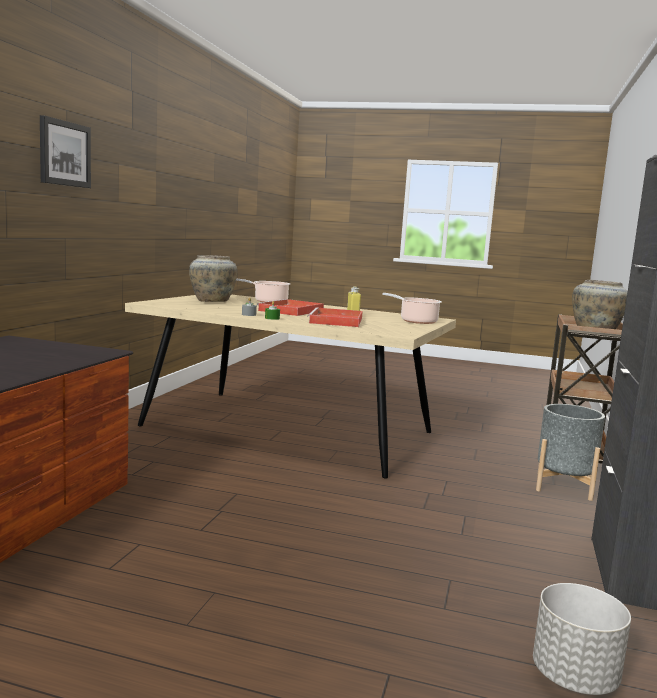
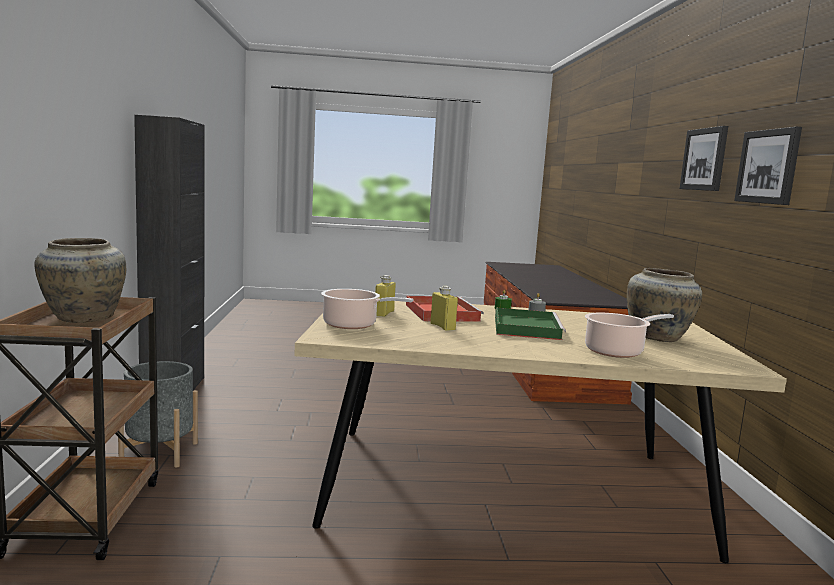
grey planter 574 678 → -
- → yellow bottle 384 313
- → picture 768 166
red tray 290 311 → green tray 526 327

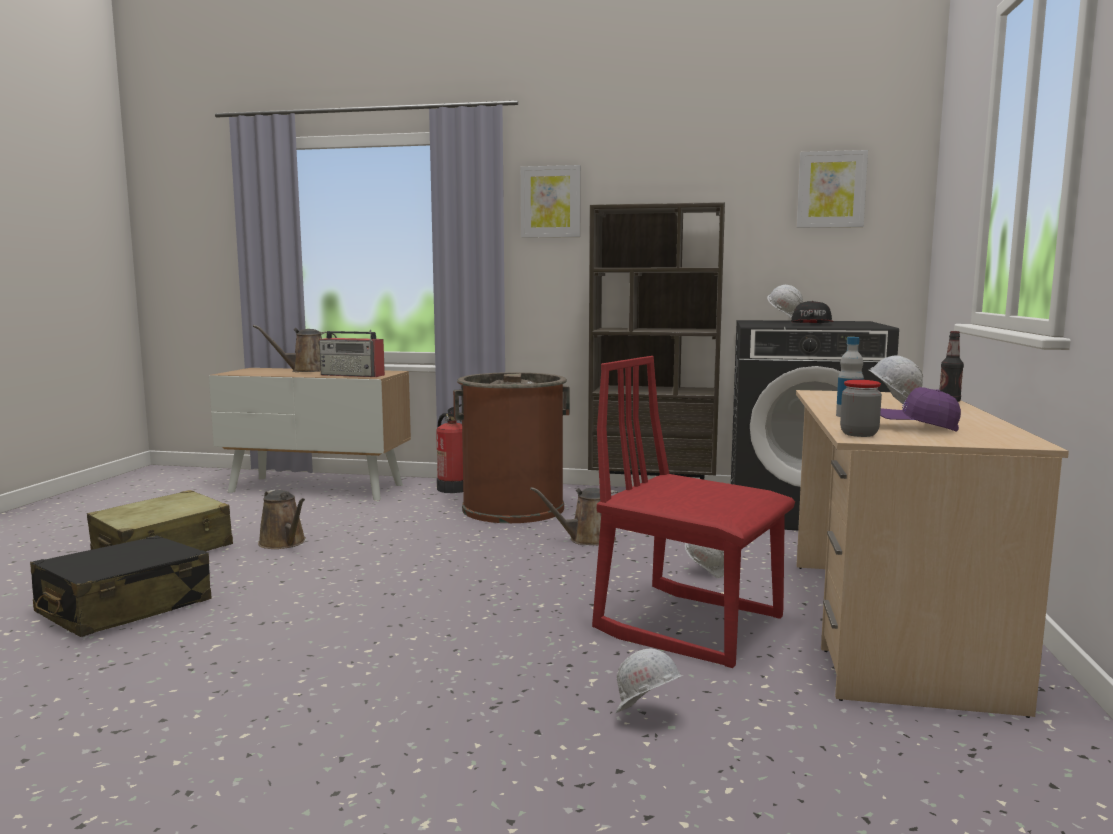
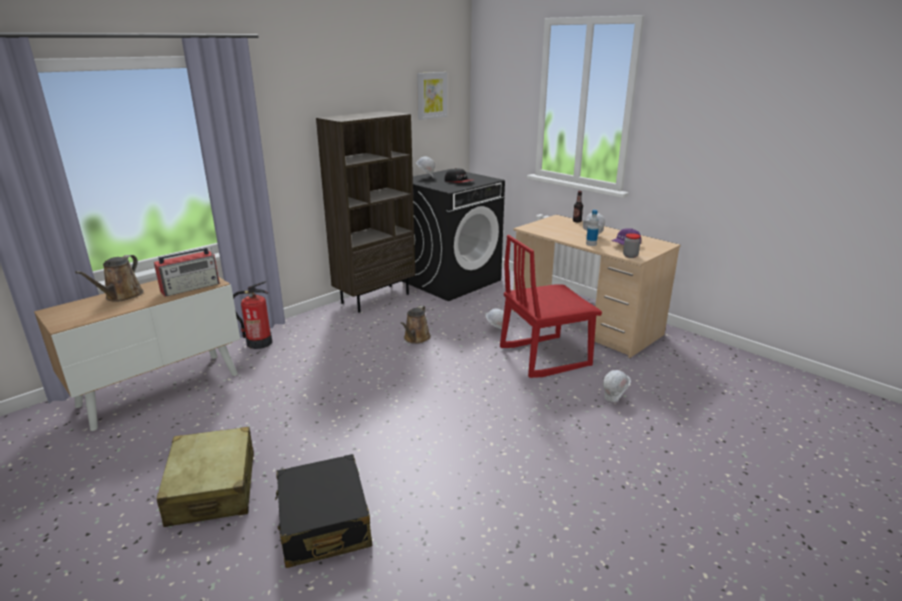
brown watering can 284 543 → -
brown trash can 513 508 → -
picture 551 202 → -

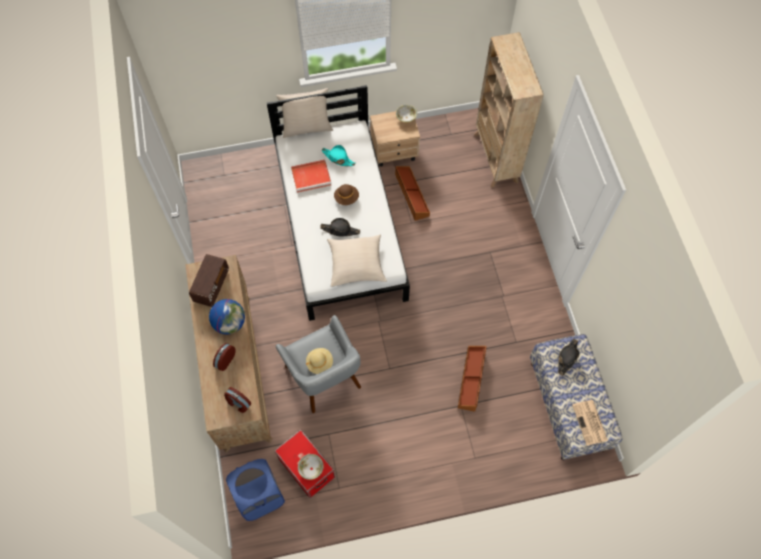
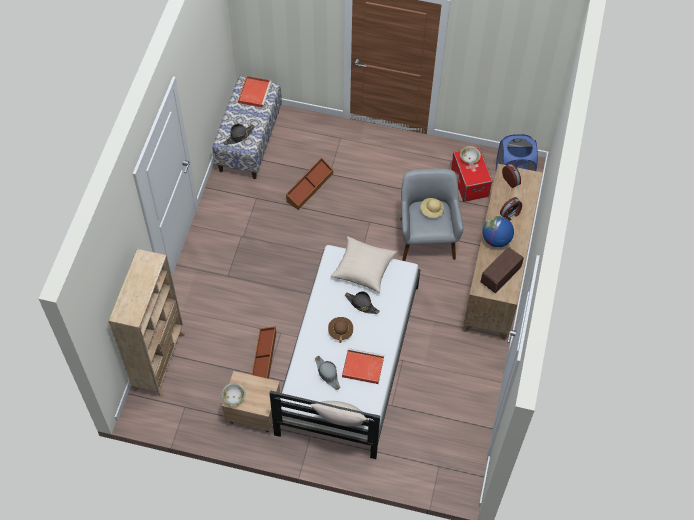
newspaper 590 423 → red tray 254 92
turquoise hat 338 158 → grey hat 327 374

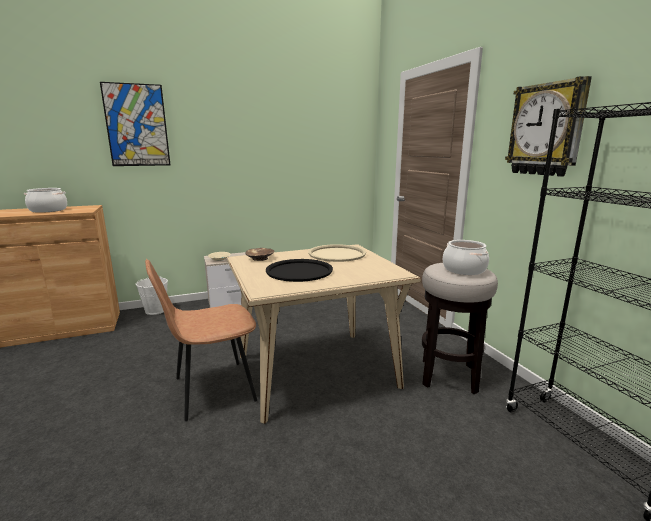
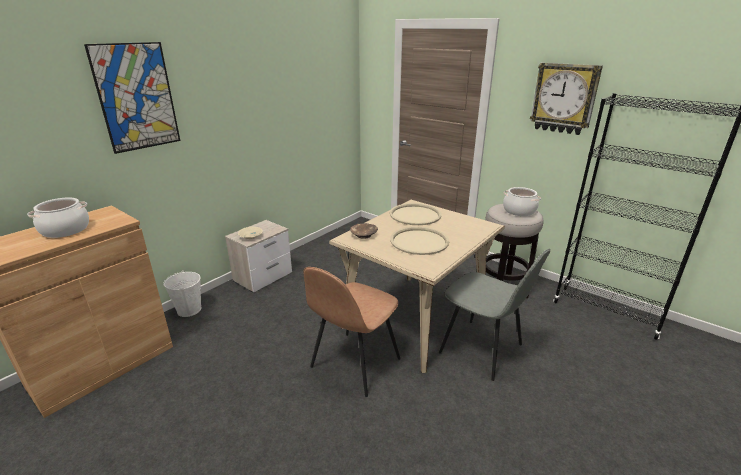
- → grey chair 483 350
black tray 299 271 → beige tray 419 241

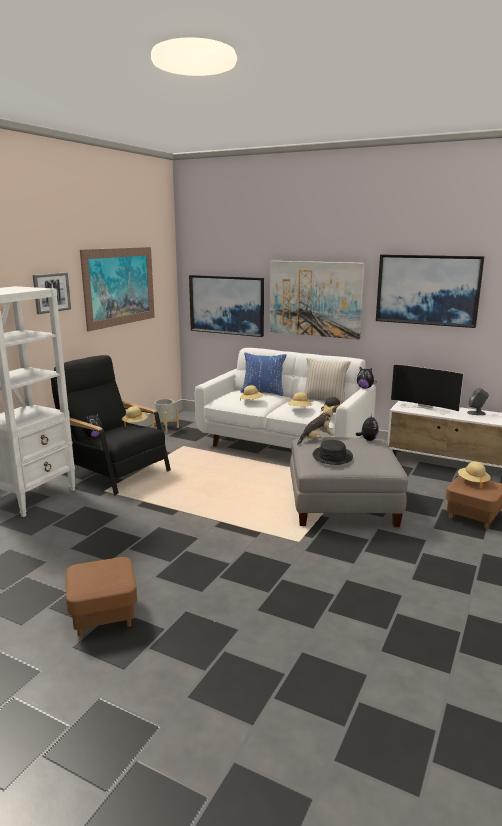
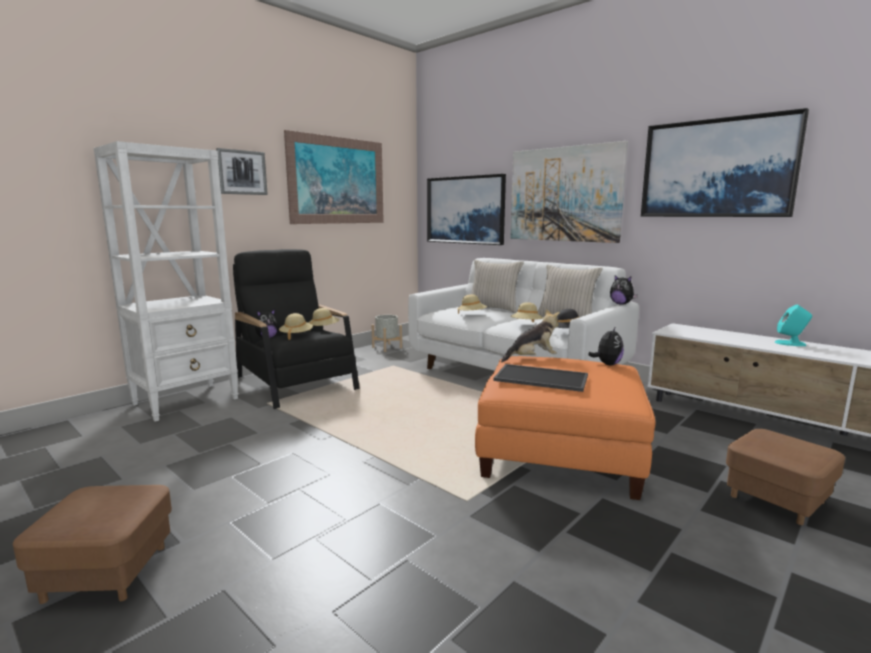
television 425 408 → -
beige hat 473 482 → beige hat 296 336, moved
black hat 332 456 → tray 540 378
blue pillow 263 392 → beige pillow 493 308
grey ottoman 342 503 → orange ottoman 559 453
grey speaker 476 413 → turquoise speaker 790 343

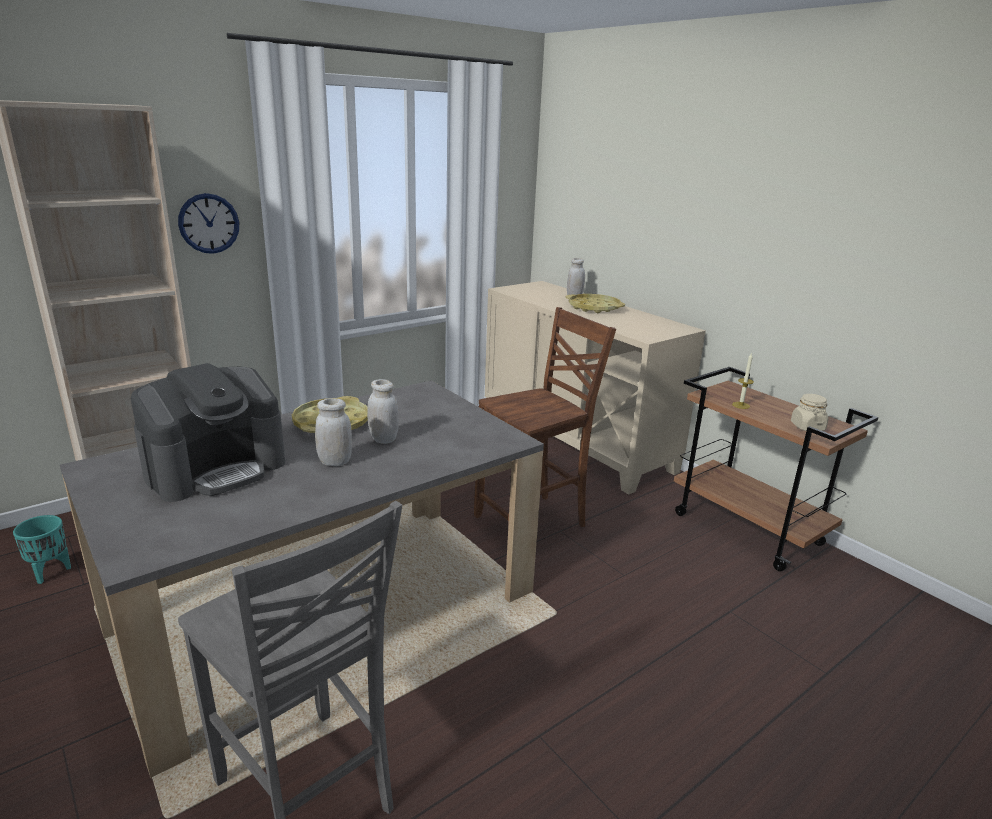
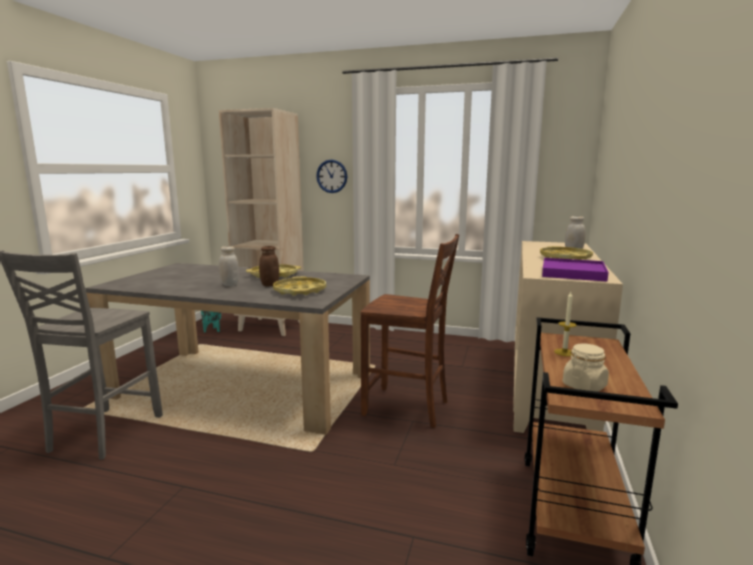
coffee machine 216 468 → -
- → yellow tray 300 291
- → purple tray 573 273
white jar 383 439 → brown jar 270 285

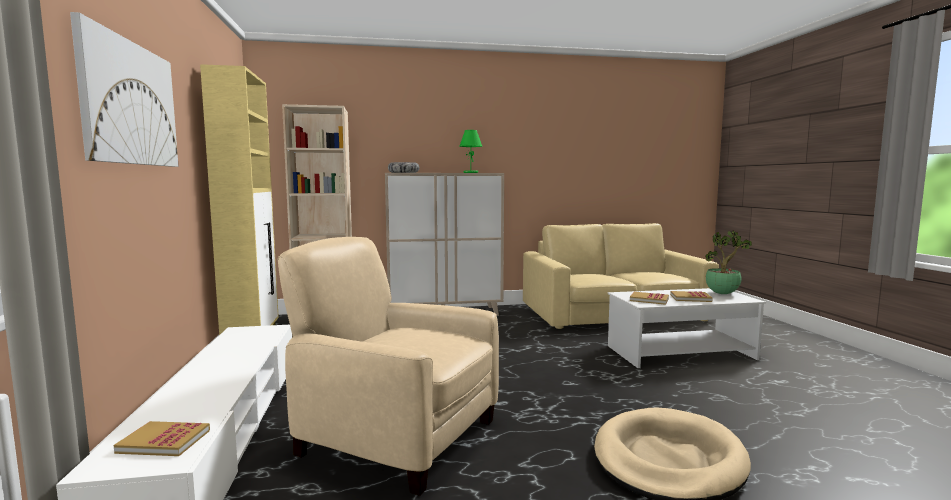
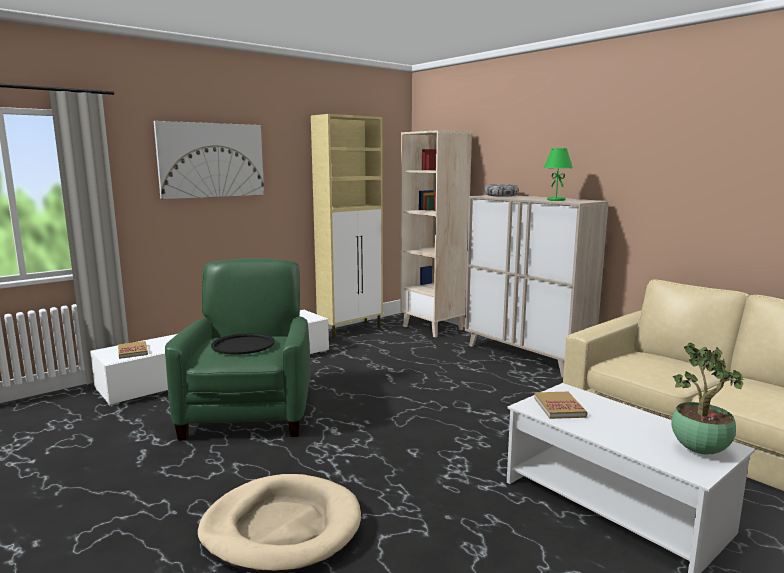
book 690 298 → -
- → black tray 243 345
beige armchair 397 436 → green armchair 249 412

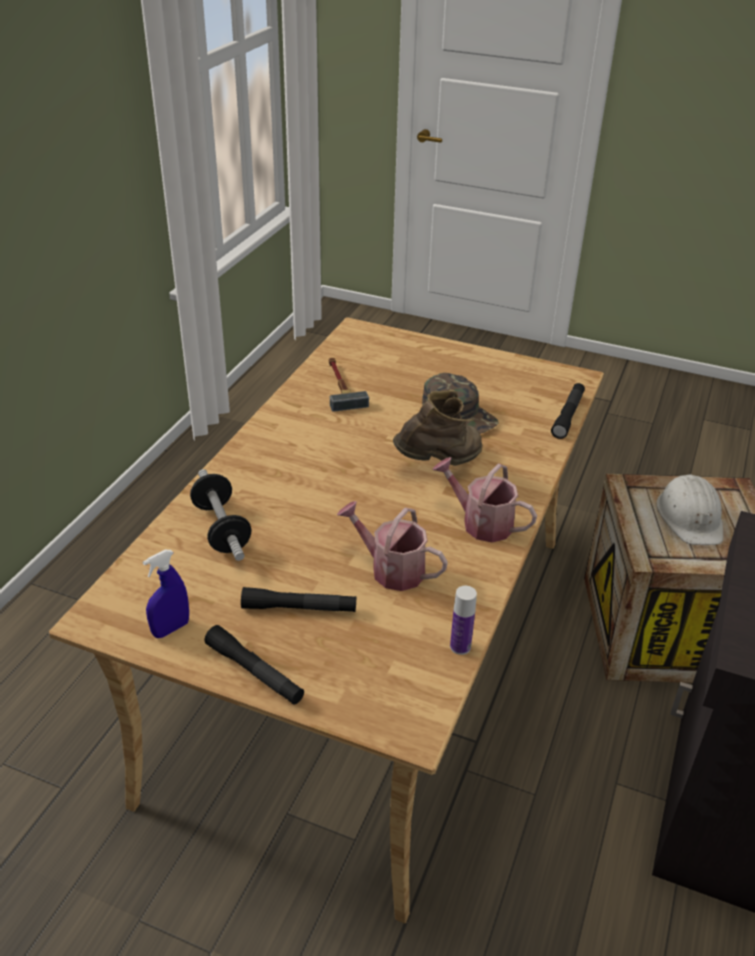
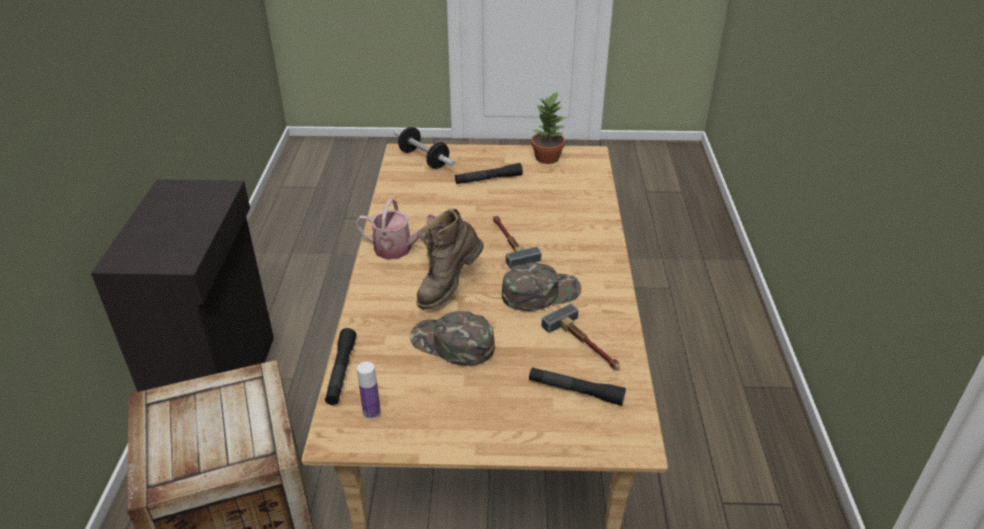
watering can 391 569 → -
white hard hat 690 517 → -
- → hammer 509 242
- → green cap 540 292
dumbbell 221 529 → dumbbell 424 159, moved
black flashlight 254 672 → black flashlight 576 391, moved
bottle 460 647 → bottle 371 412, moved
blue spray bottle 171 629 → potted plant 548 158

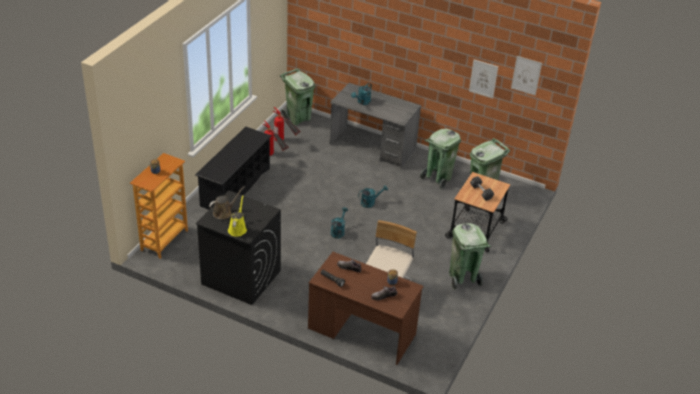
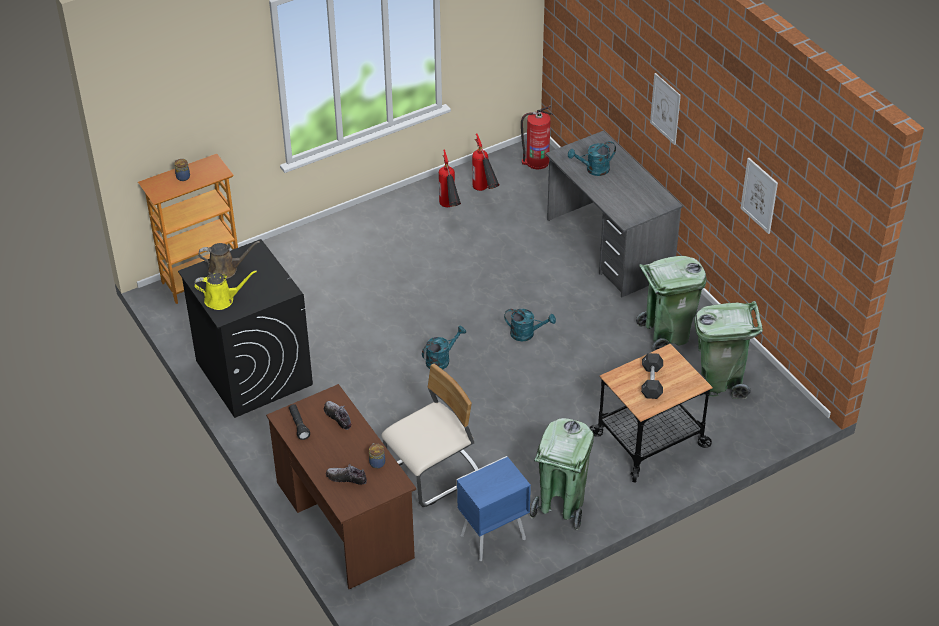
black shoe rack 235 187 → -
- → blue nightstand 491 537
picture 526 75 → picture 665 108, moved
green trash can 298 118 → fire extinguisher 536 162
yellow watering can 237 228 → yellow watering can 222 299, 45 degrees clockwise

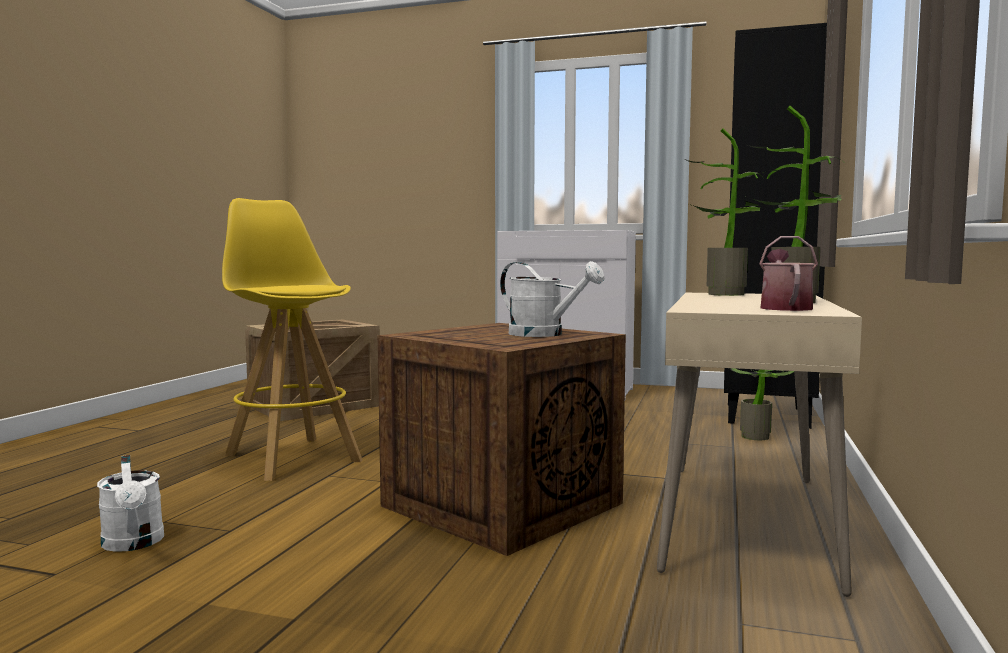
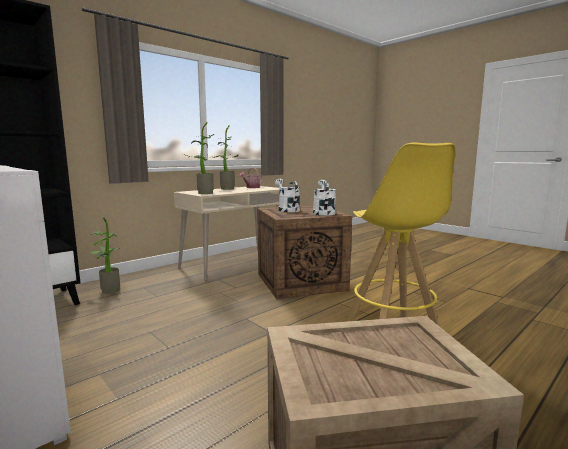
white watering can 134 544 → white watering can 323 212, moved

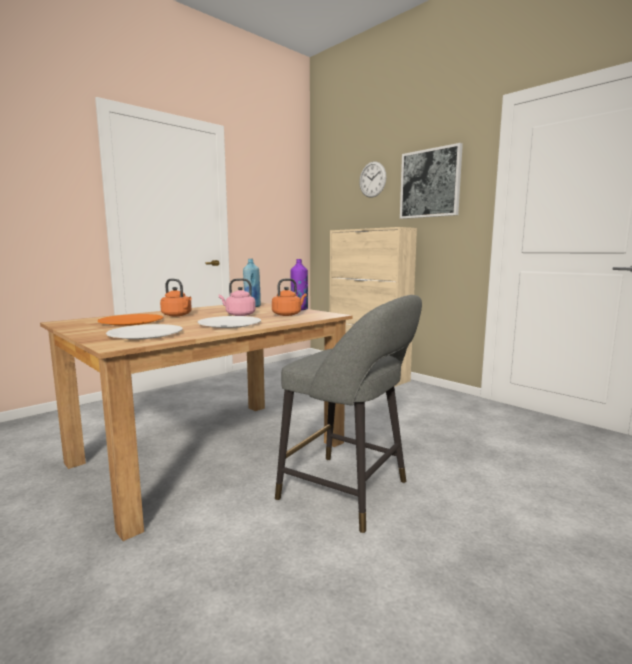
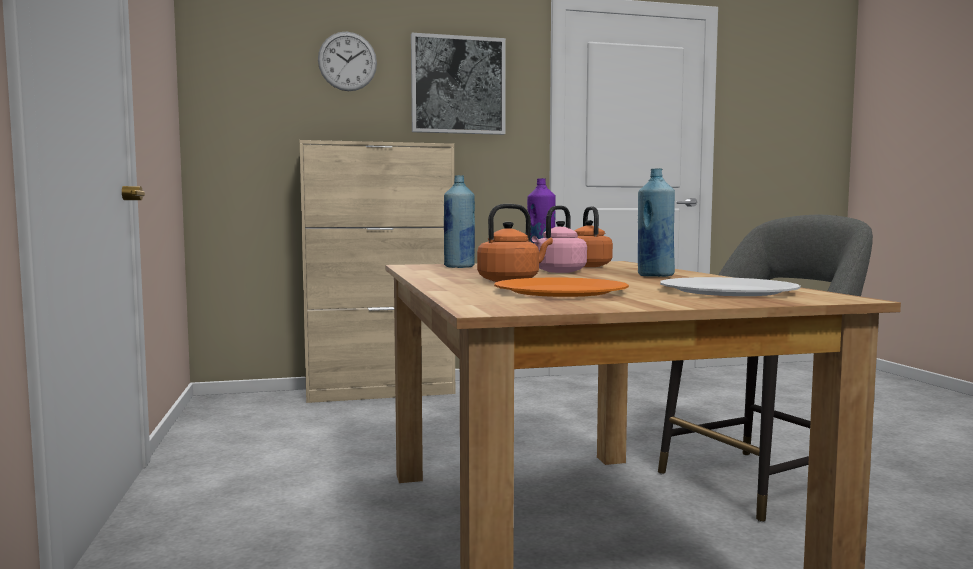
white plate 230 324 → blue bottle 655 276

